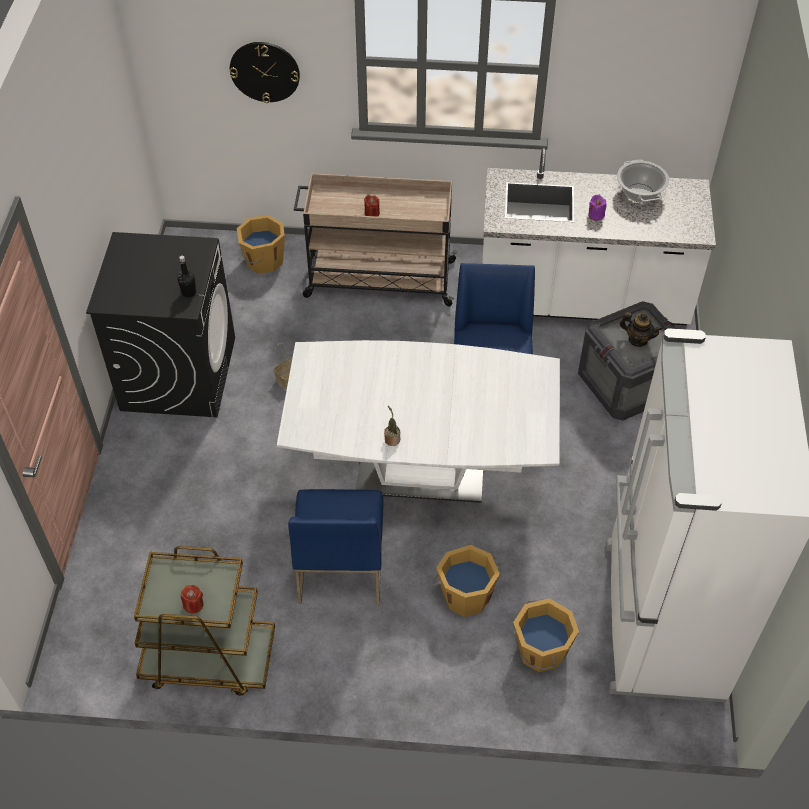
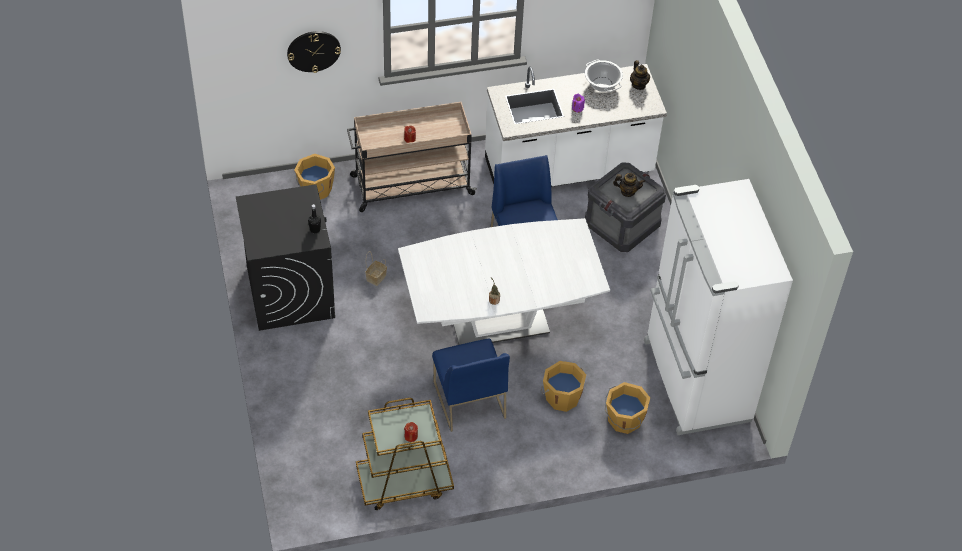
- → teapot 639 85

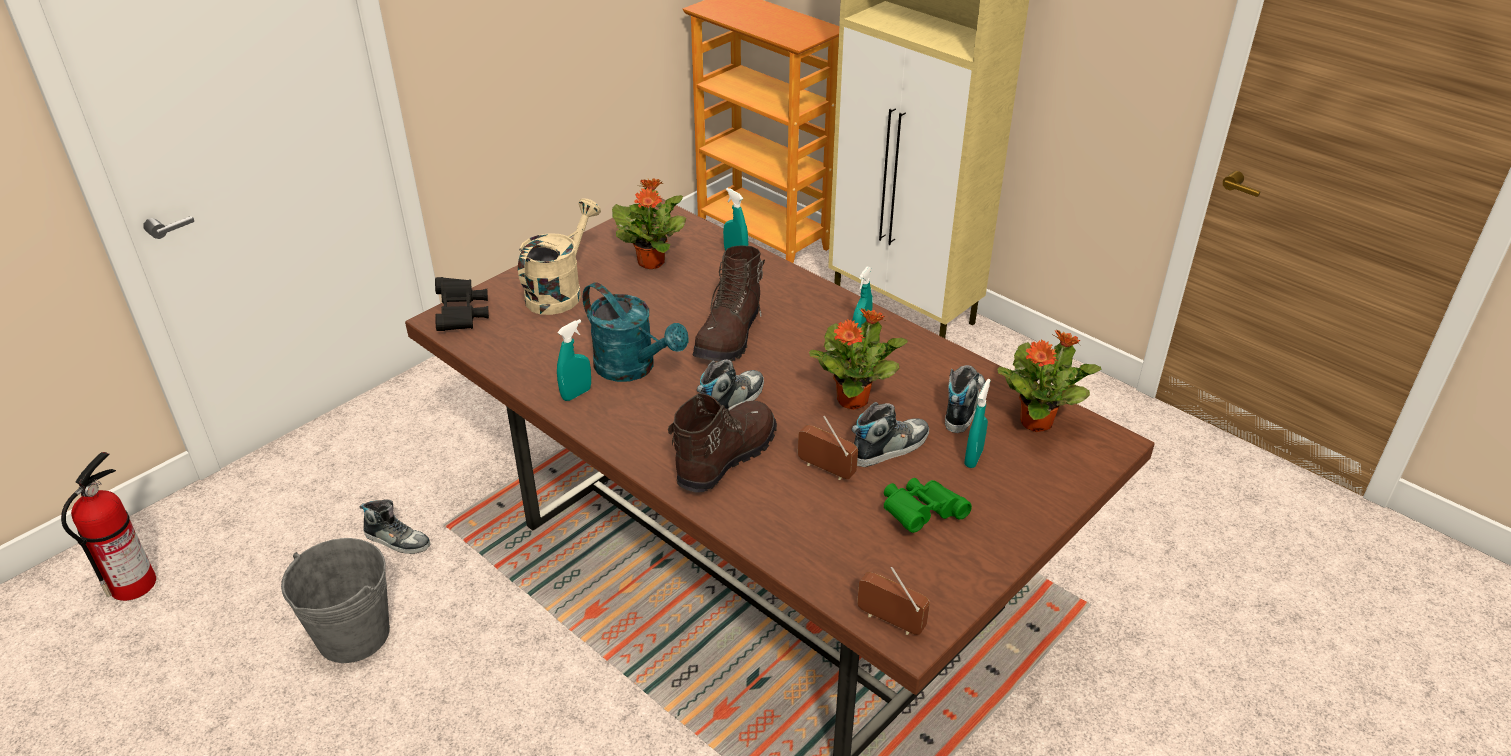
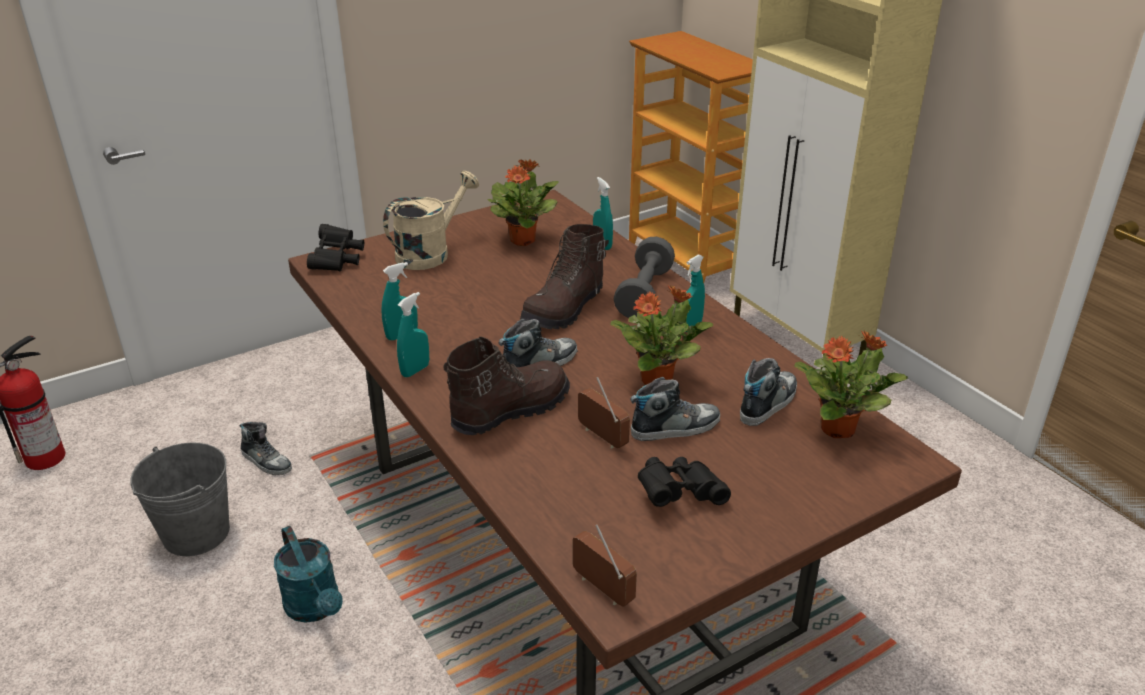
- → grey dumbbell 644 294
turquoise watering can 633 368 → turquoise watering can 316 608, moved
turquoise spray bottle 973 458 → turquoise spray bottle 415 370, moved
green binoculars 920 515 → black binoculars 679 494

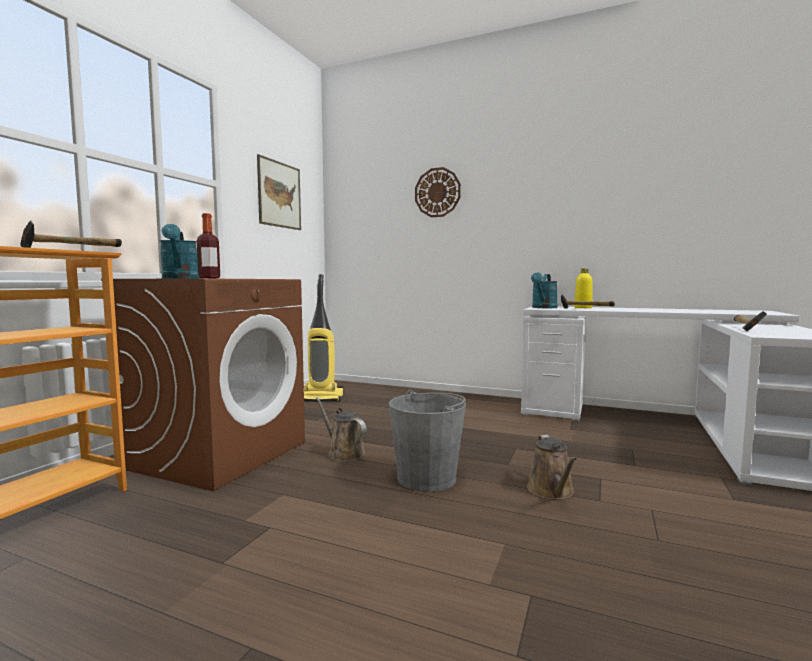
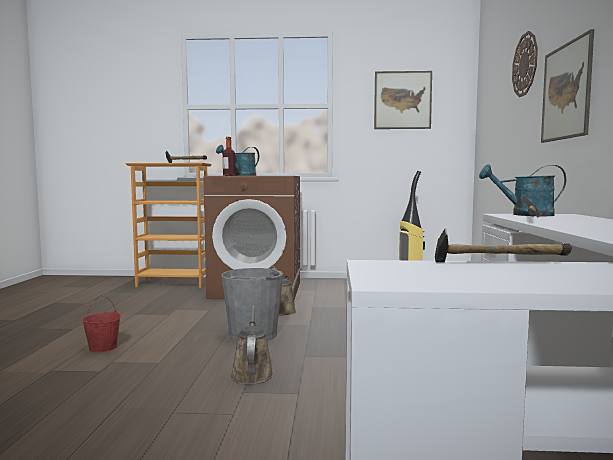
yellow bottle 583 307 → -
- → red bucket 102 348
- → picture 566 91
brown watering can 552 491 → brown watering can 251 373, 105 degrees clockwise

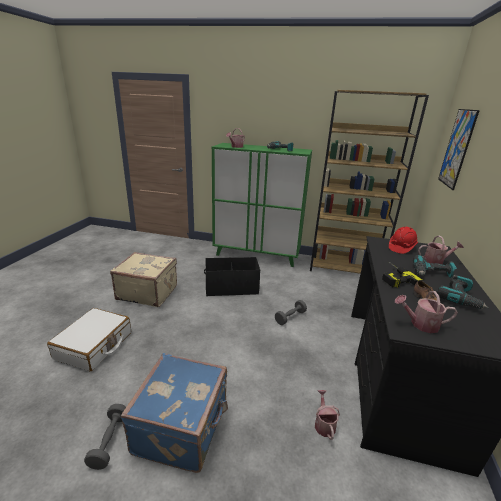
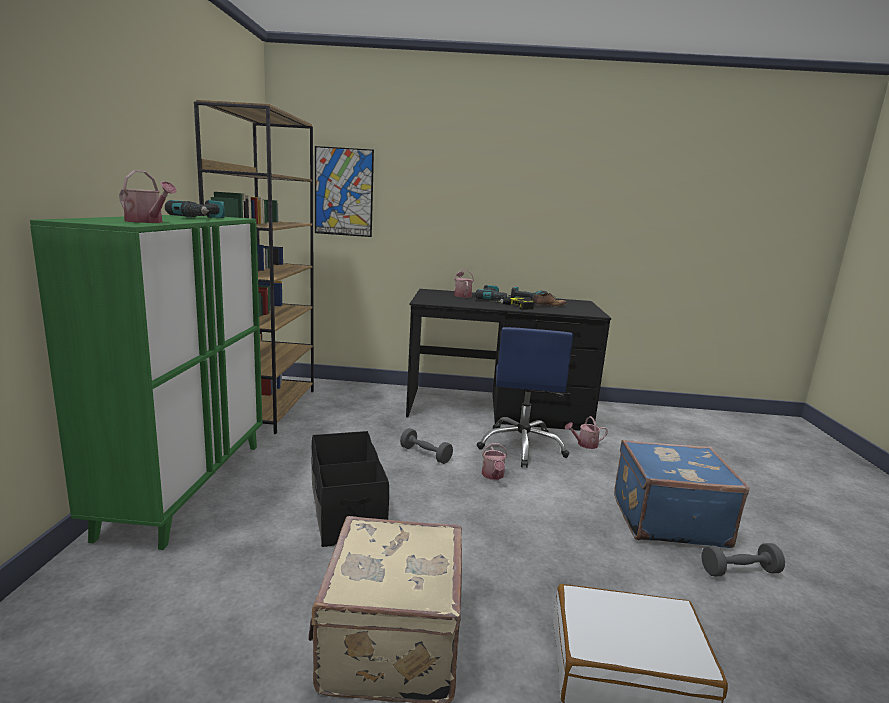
red hard hat 401 247 → -
- → blue office chair 522 446
watering can 420 324 → watering can 493 476, moved

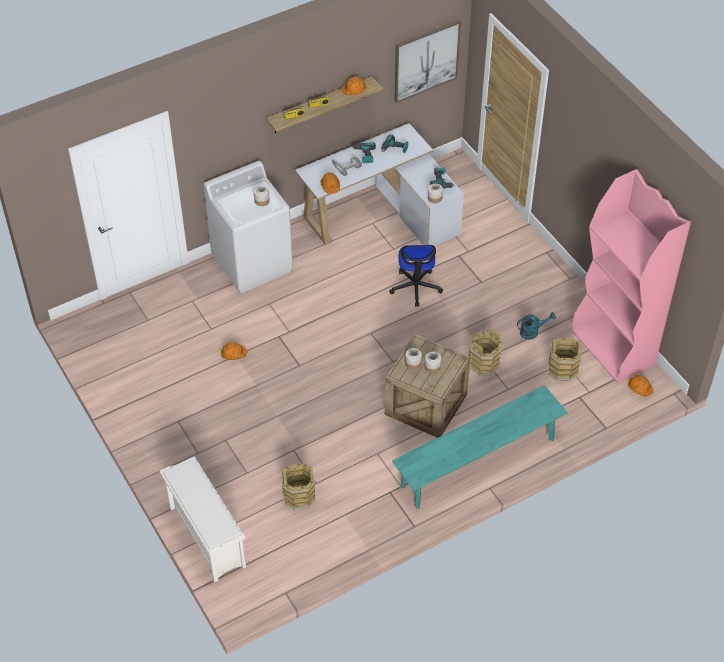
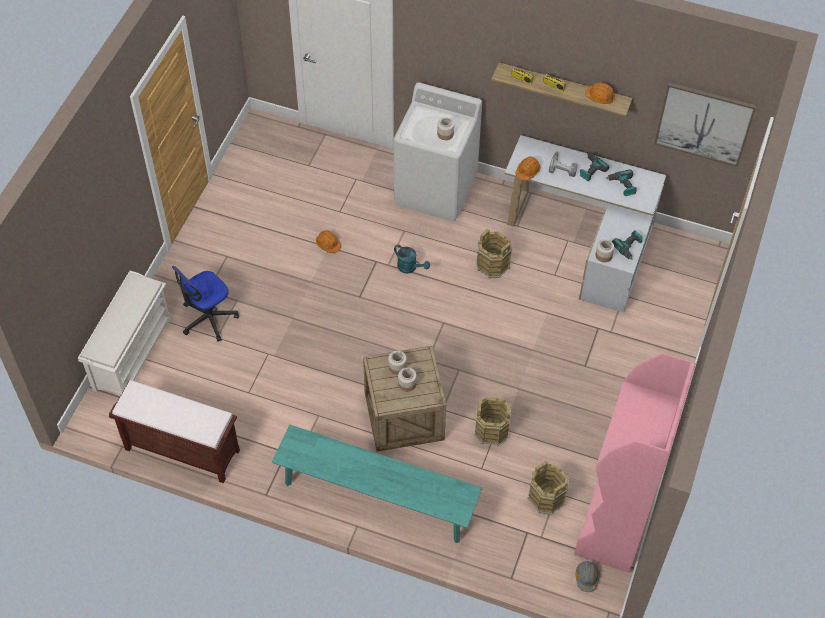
- → brown bench 181 450
brown bucket 299 496 → brown bucket 492 265, moved
office chair 415 287 → office chair 208 318, moved
turquoise watering can 532 331 → turquoise watering can 410 267, moved
orange hard hat 640 388 → grey hard hat 587 577

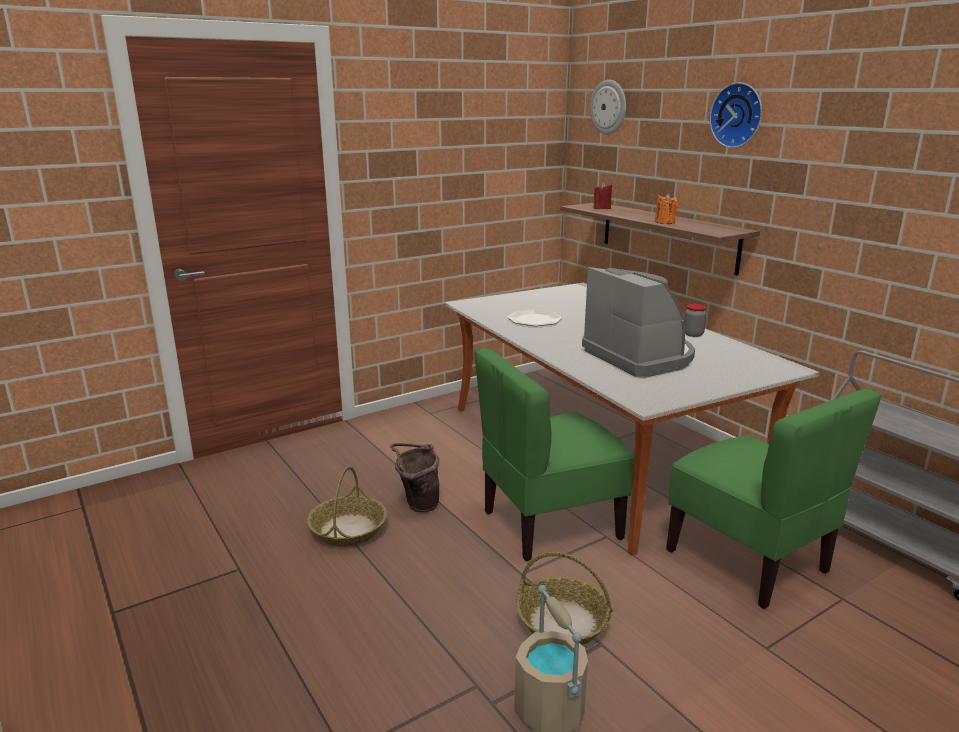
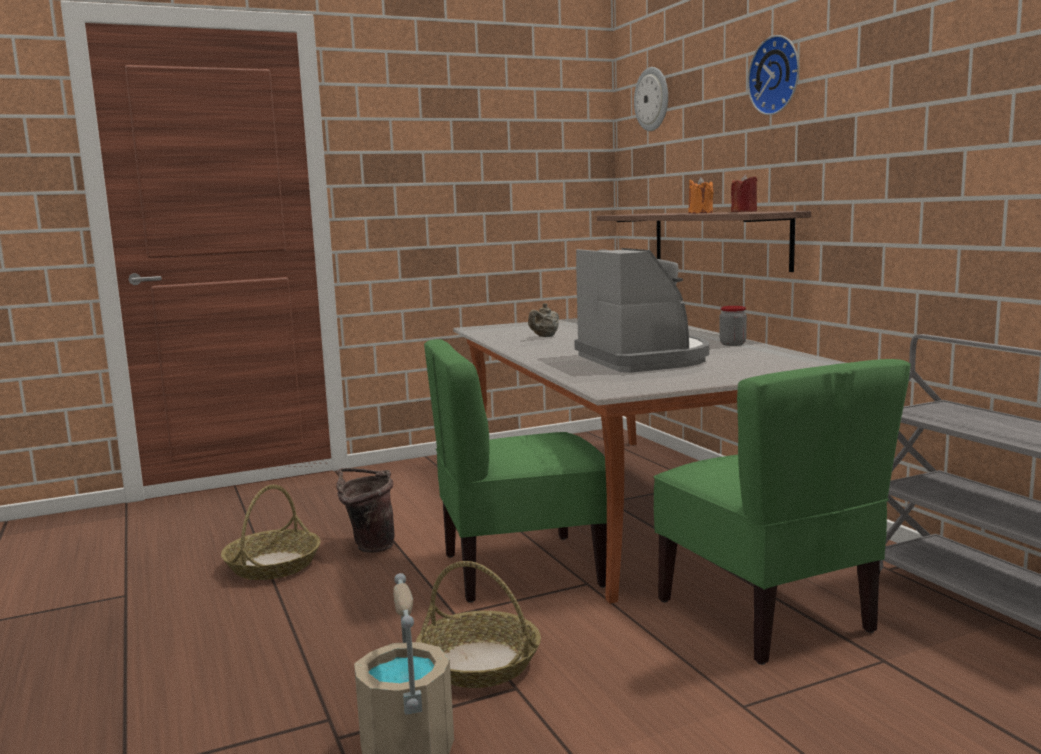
red candle 602 208 → red candle 744 212, moved
plate 534 319 → beige teapot 544 337

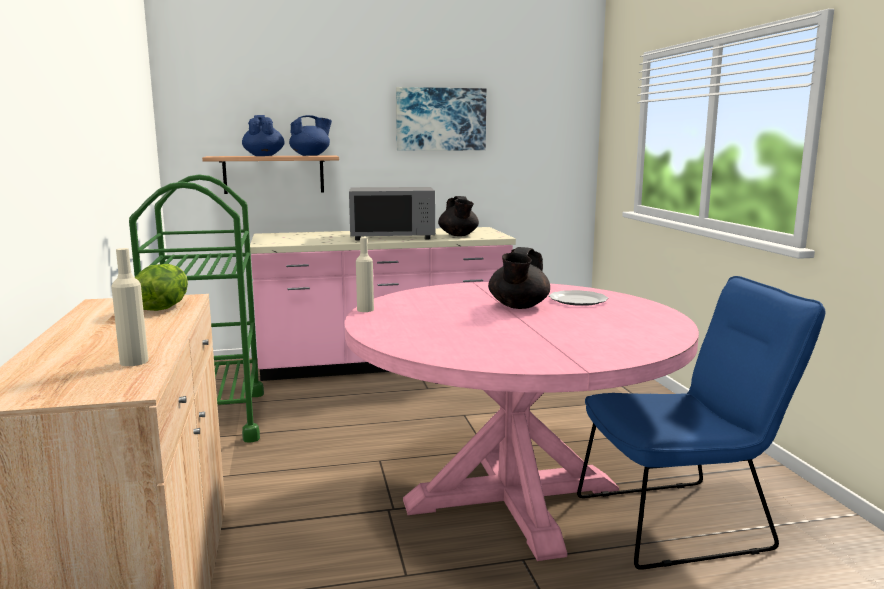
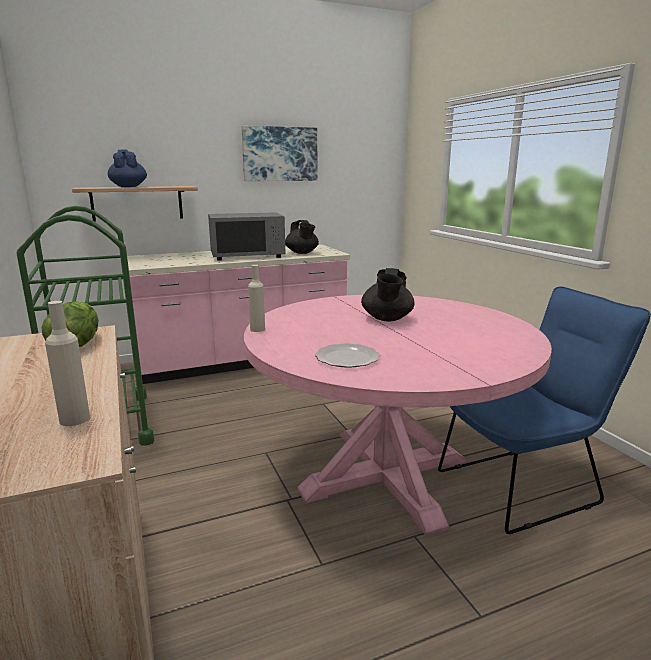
blue teapot 311 155 → -
plate 577 300 → plate 346 358, moved

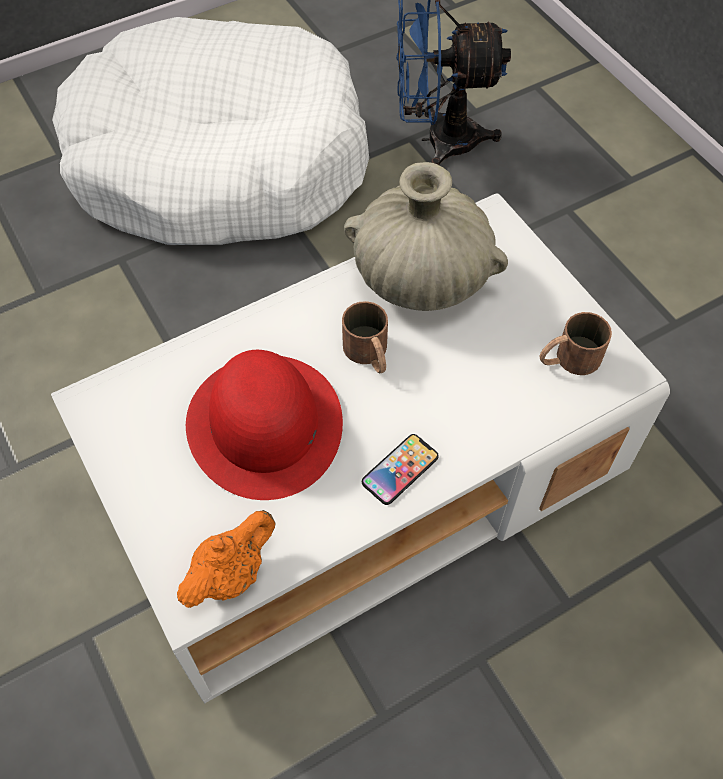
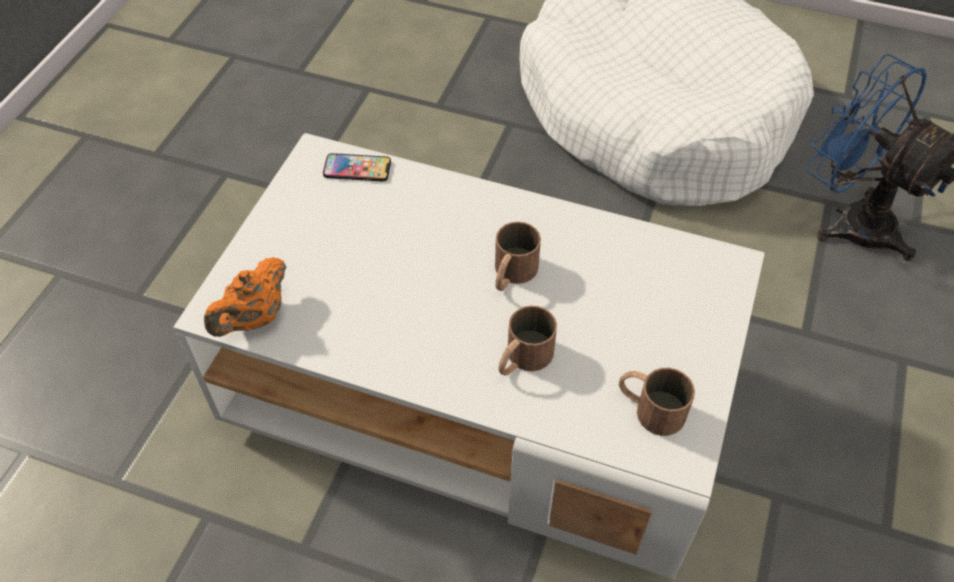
red hat 265 424 → -
beige vase 421 278 → -
- → brown mug 522 359
phone 400 470 → phone 357 168, moved
orange teapot 231 573 → orange teapot 255 318, 120 degrees clockwise

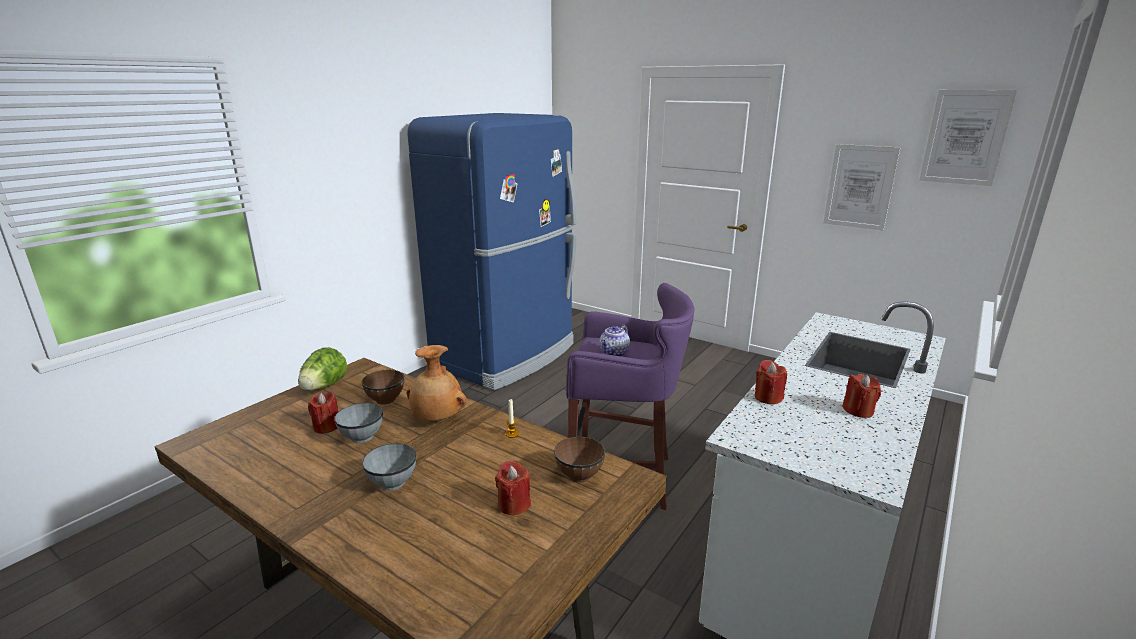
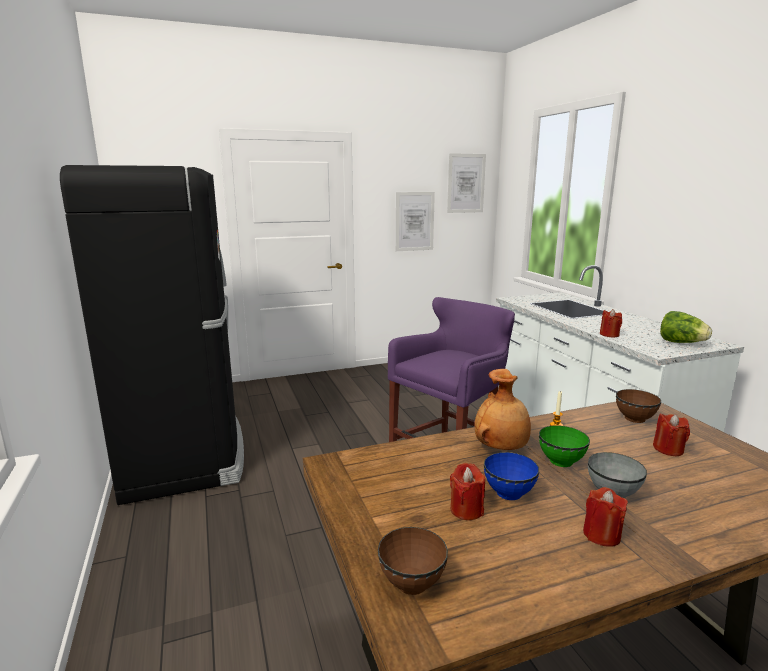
teapot 614 353 → -
- → green bowl 561 461
lettuce 324 387 → lettuce 681 343, moved
brown bowl 385 399 → brown bowl 411 582, moved
red candle 858 410 → red candle 601 535, moved
grey bowl 361 437 → blue bowl 508 493
blue fridge 507 355 → black fridge 185 452

